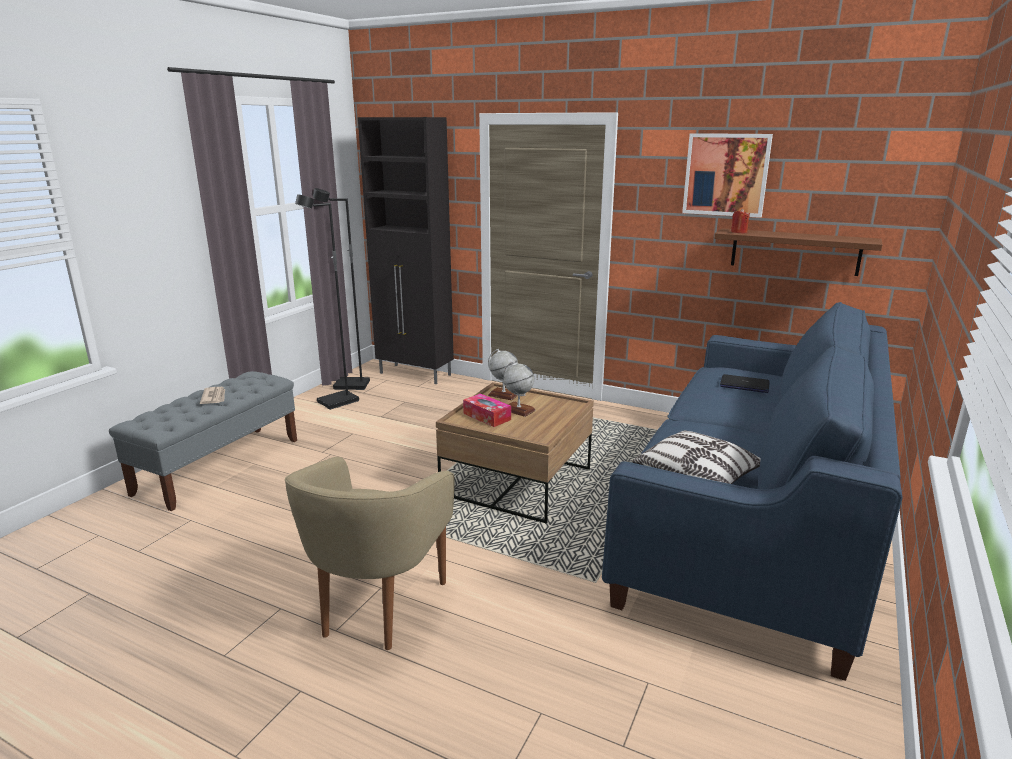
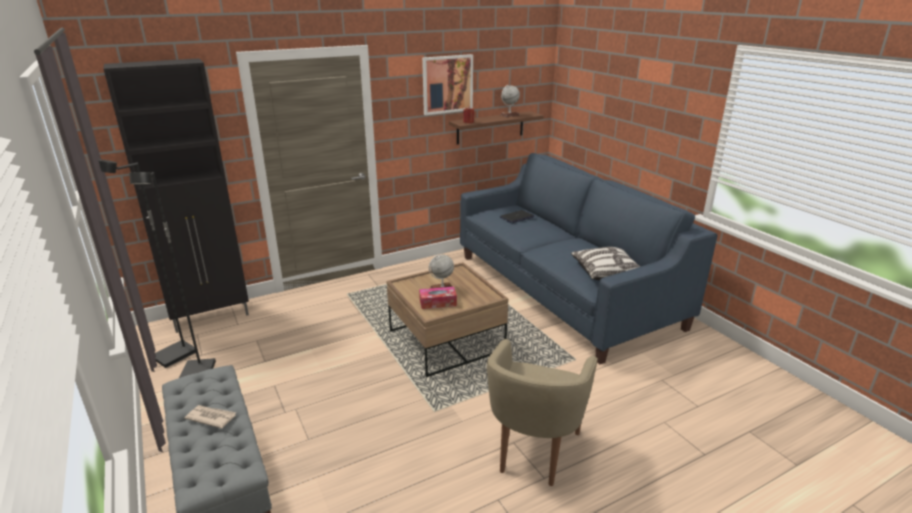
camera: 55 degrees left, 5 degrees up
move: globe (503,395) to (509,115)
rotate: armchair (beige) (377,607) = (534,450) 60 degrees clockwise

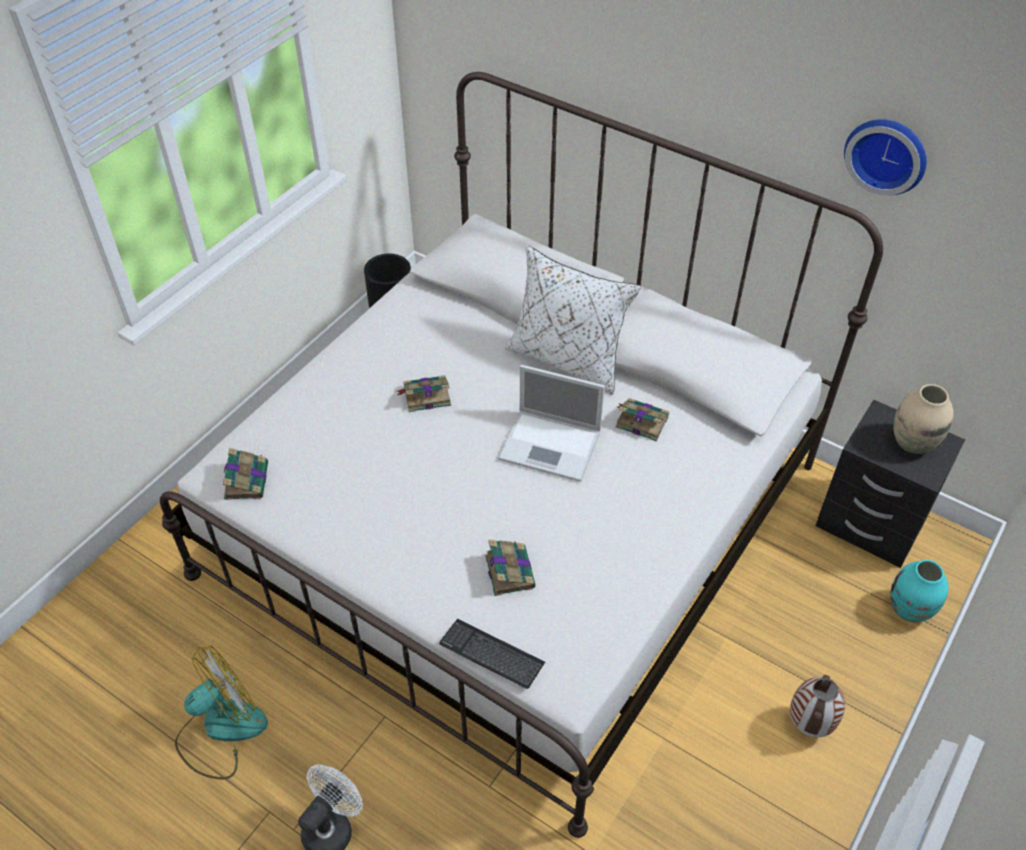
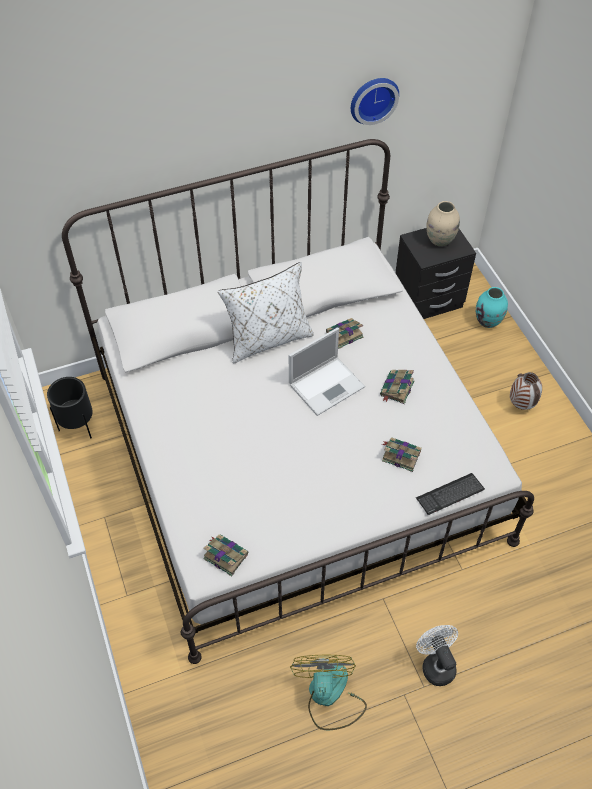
camera: 55 degrees left, 5 degrees up
move: book (425,396) to (396,389)

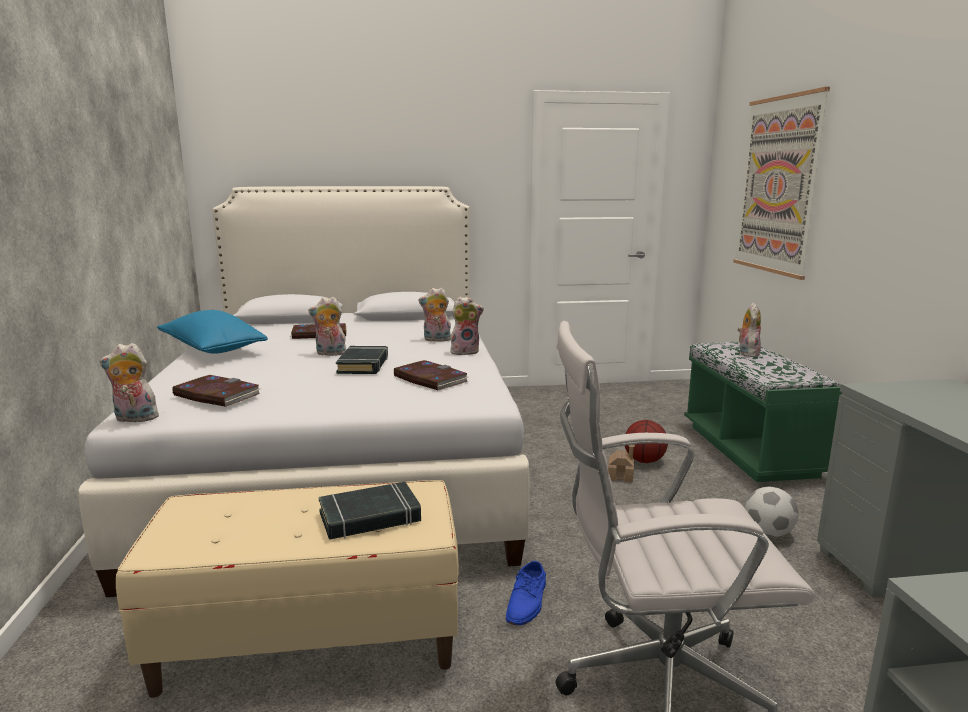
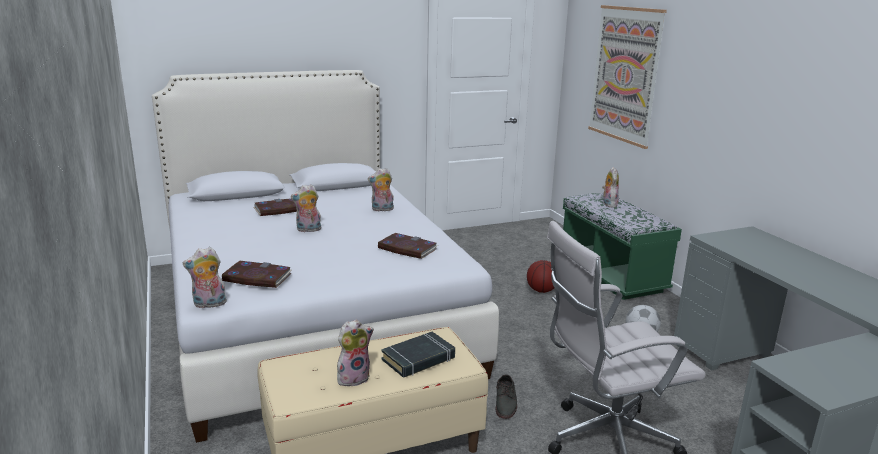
camera: 15 degrees left, 5 degrees up
delete: pillow (blue) (212,350); book (black) (363,365); toy house (620,476)
move: plush toy (465,352) to (354,377)
recolor: shoe (blue) (527,602) to shoe (grey) (506,402)

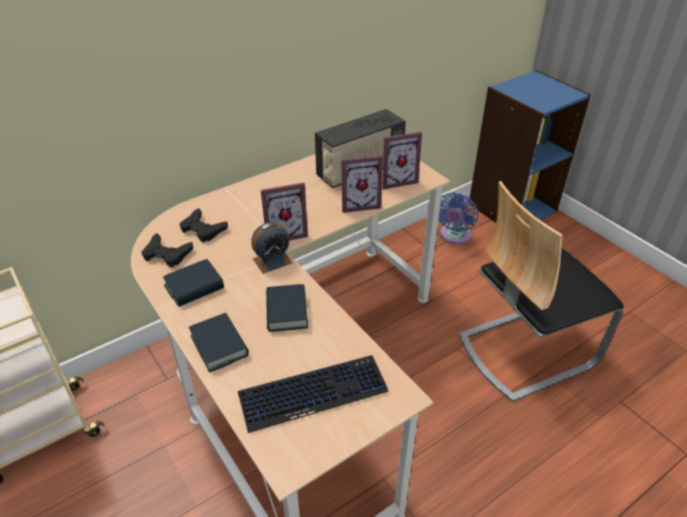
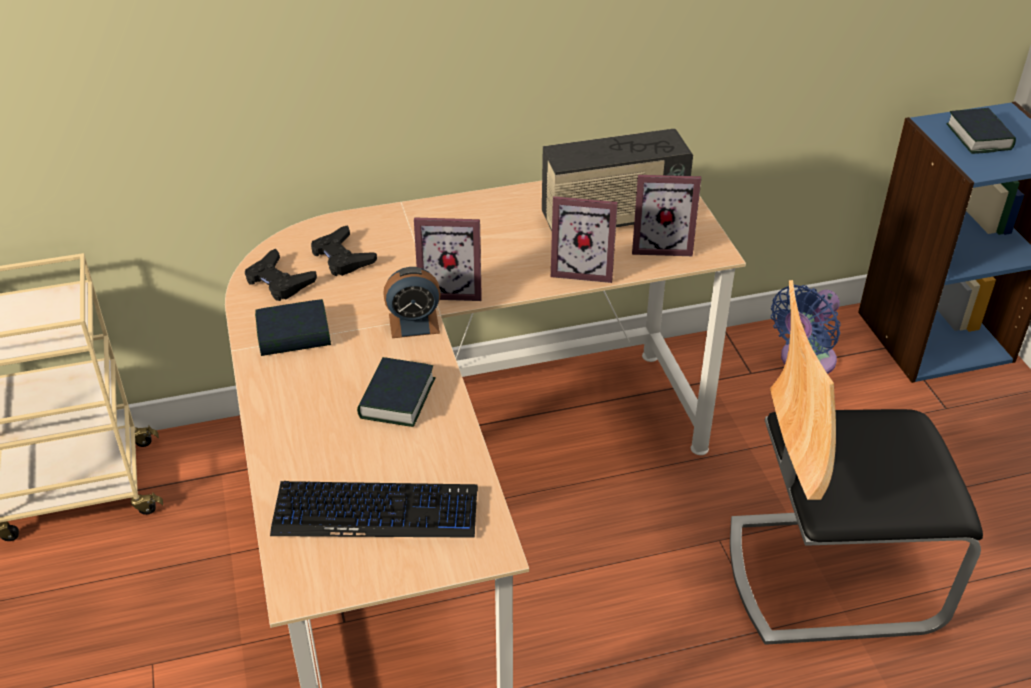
camera: 20 degrees right, 0 degrees up
move: book (219,345) to (979,137)

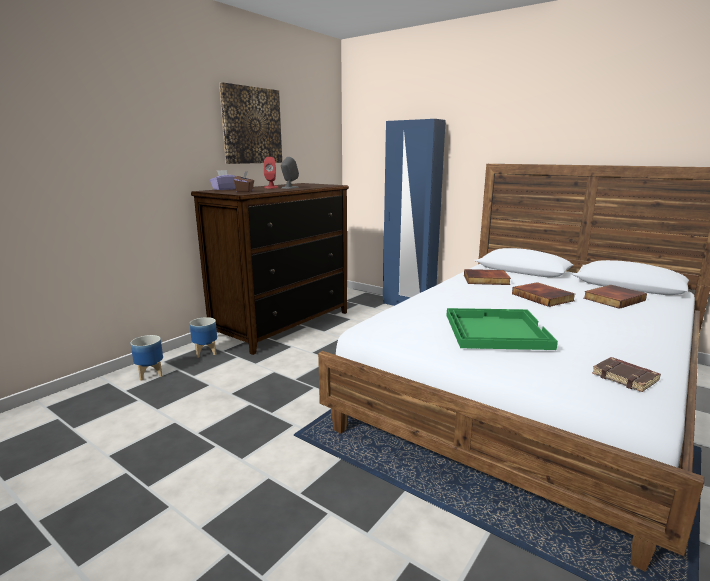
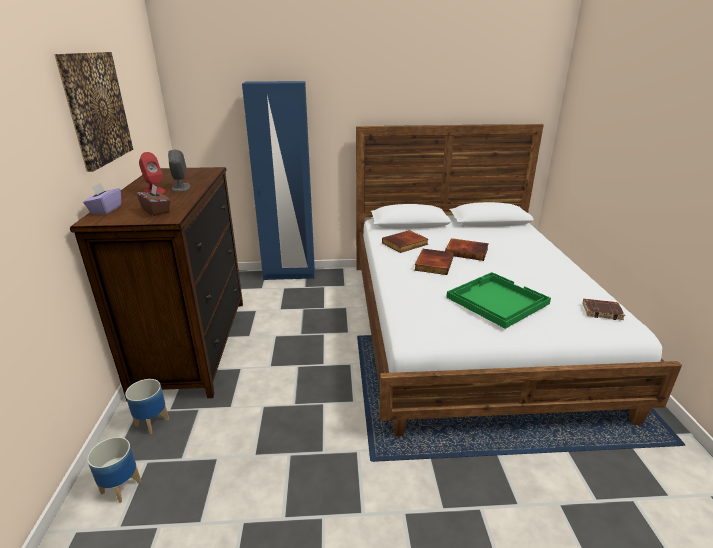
camera: 40 degrees left, 10 degrees up
move: book (613,299) to (433,264)

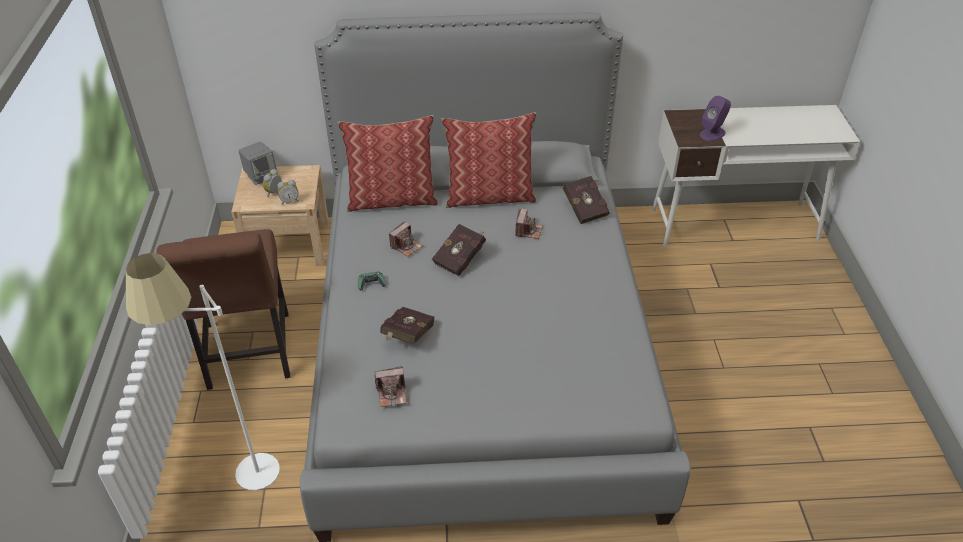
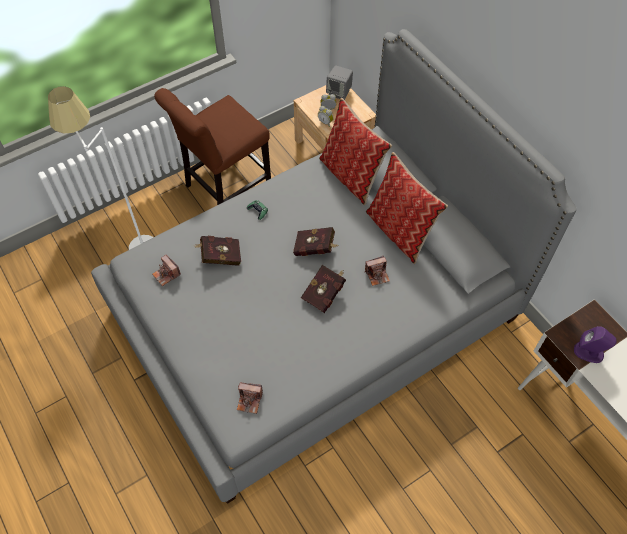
camera: 60 degrees right, 15 degrees up
move: photo camera (406,246) to (249,401); book (red) (584,208) to (325,293)

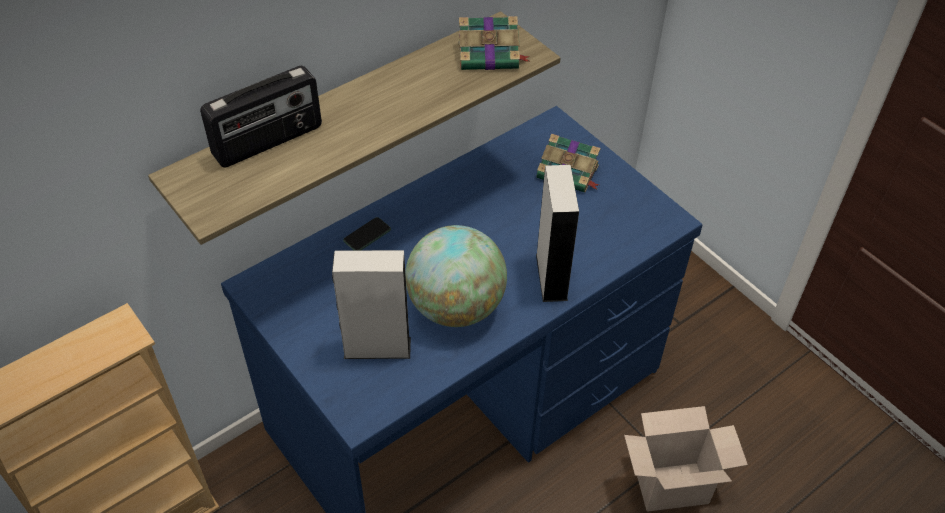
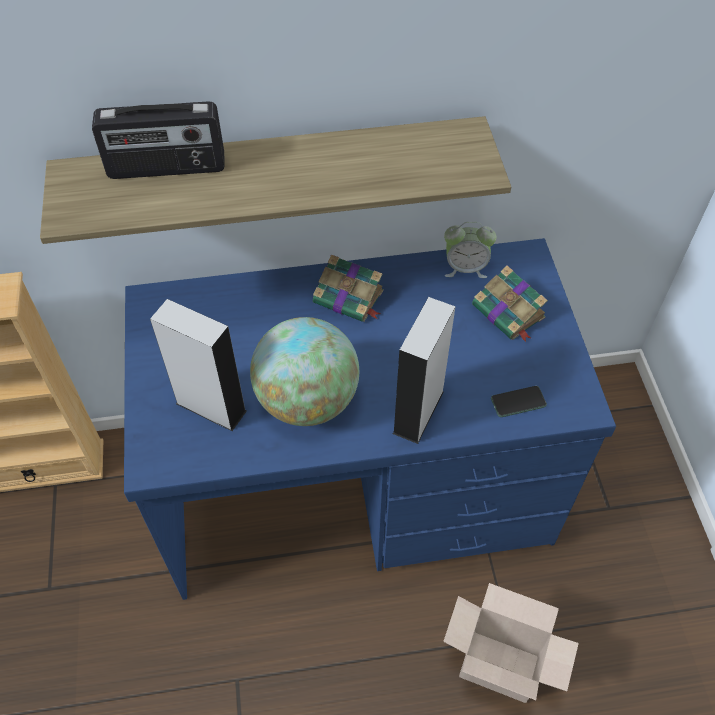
camera: 30 degrees right, 5 degrees up
insert: alarm clock (465,268)
move: phone (367,235) to (518,402); book (490,55) to (350,298)

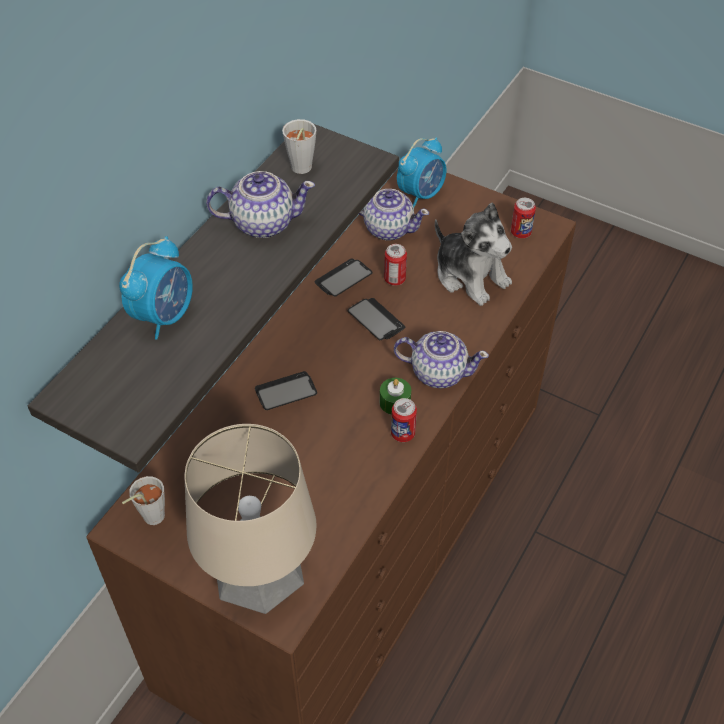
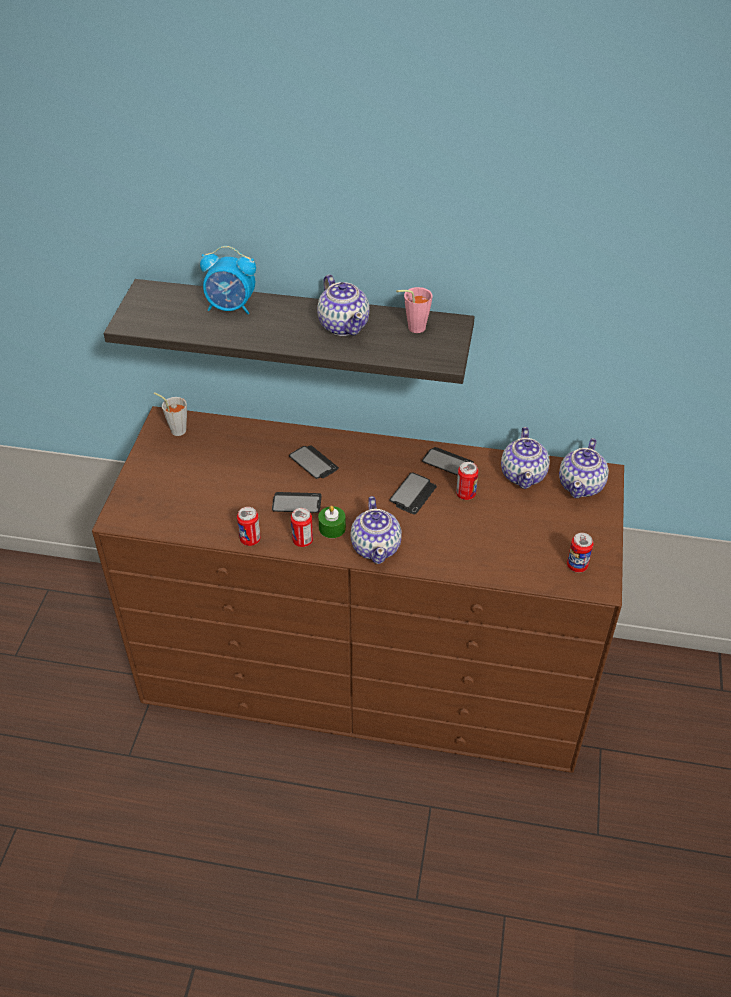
camera: 70 degrees right, 5 degrees down
delete: table lamp (261,588); plush toy (470,275)
insert: can (250,539); phone (297,503)
replace: alarm clock (421,193) to teapot (581,485)
recolor: cup (grey) (300,170) to cup (pink) (412,328)

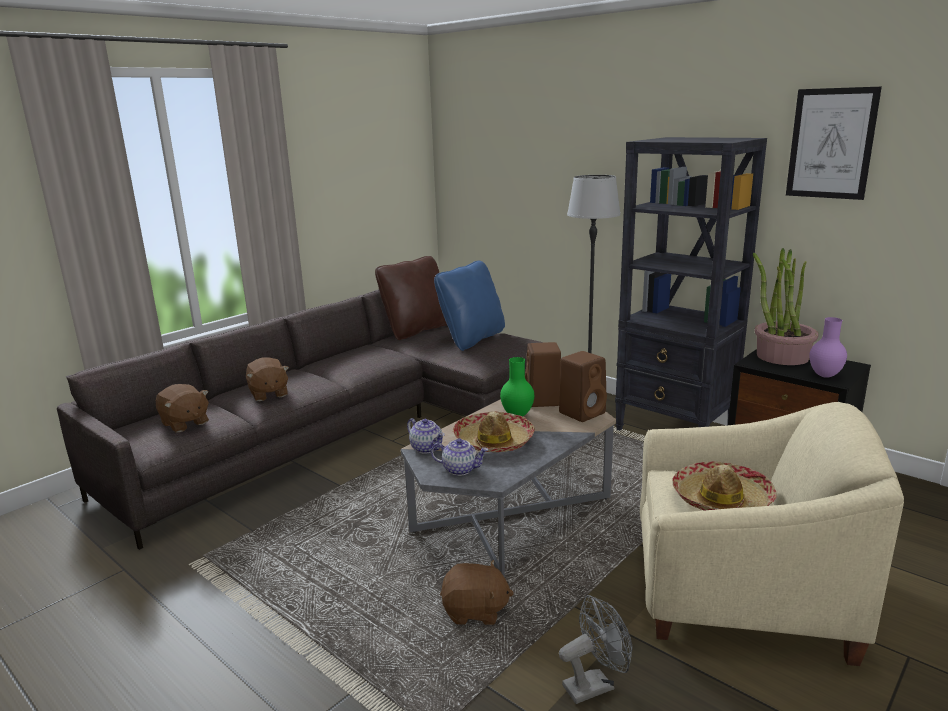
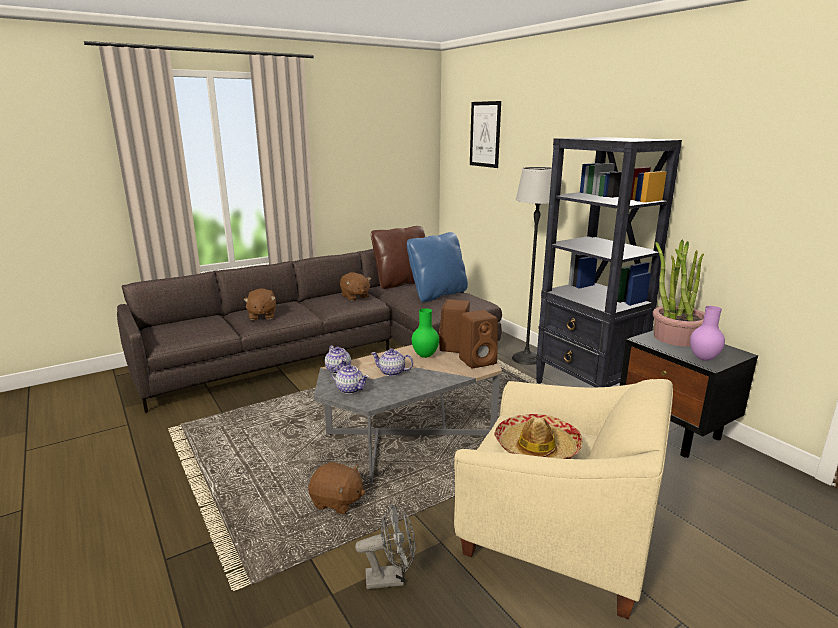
camera: 15 degrees right, 0 degrees up
move: plush toy (brown) (185,423) to (355,297); picture (831,144) to (485,134)
replace: hat (493,441) to teapot (391,372)

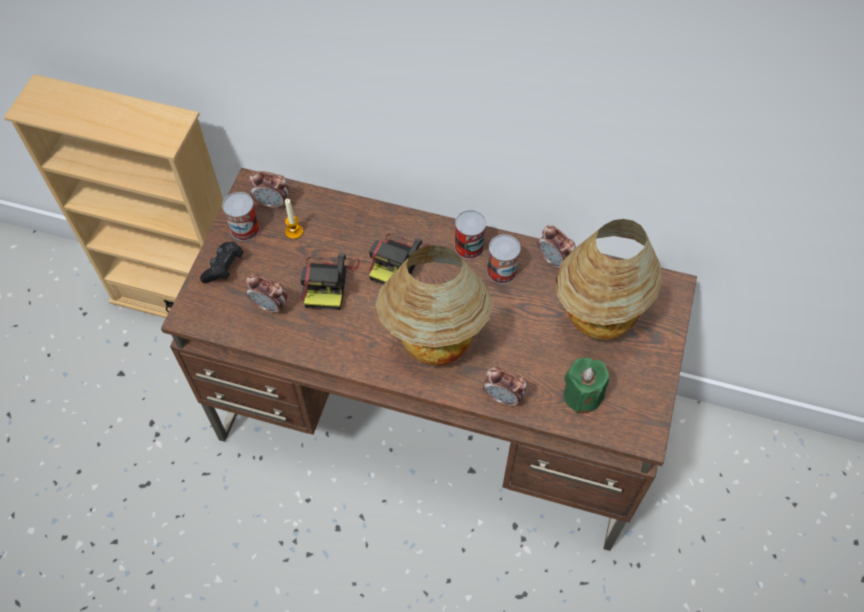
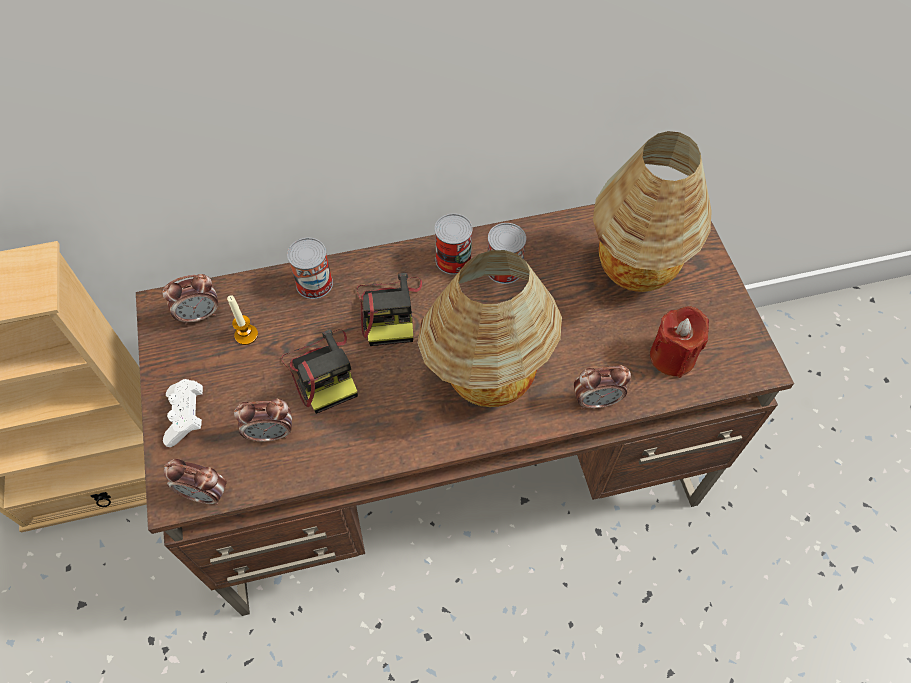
camera: 30 degrees left, 0 degrees up
move: can (244,228) to (314,283); alarm clock (554,261) to (205,493)
recolor: game controller (black) (224,268) to game controller (white) (186,417); candle (green) (582,395) to candle (red) (672,356)

